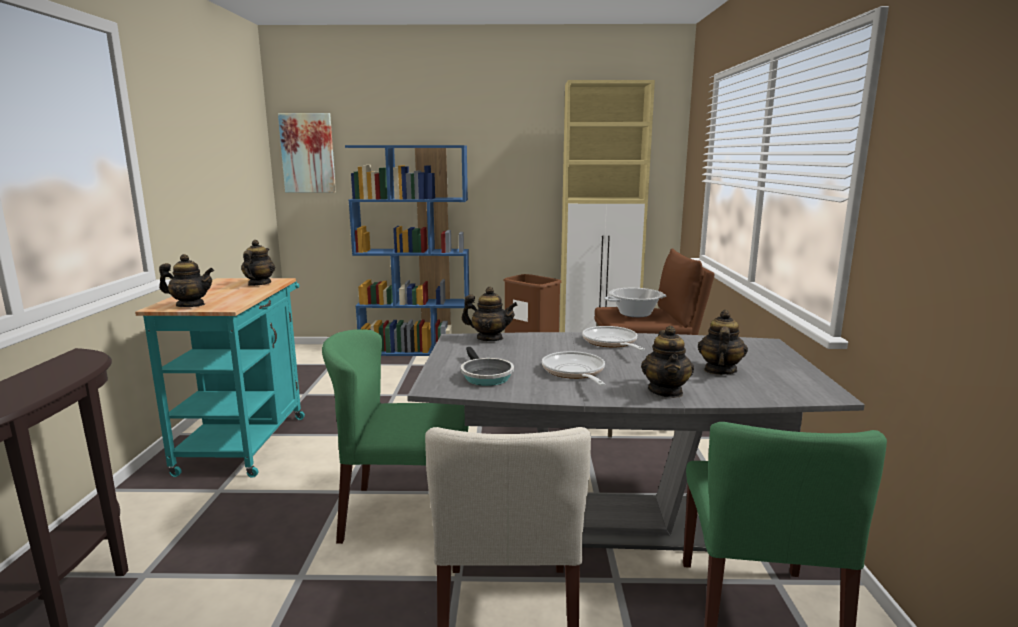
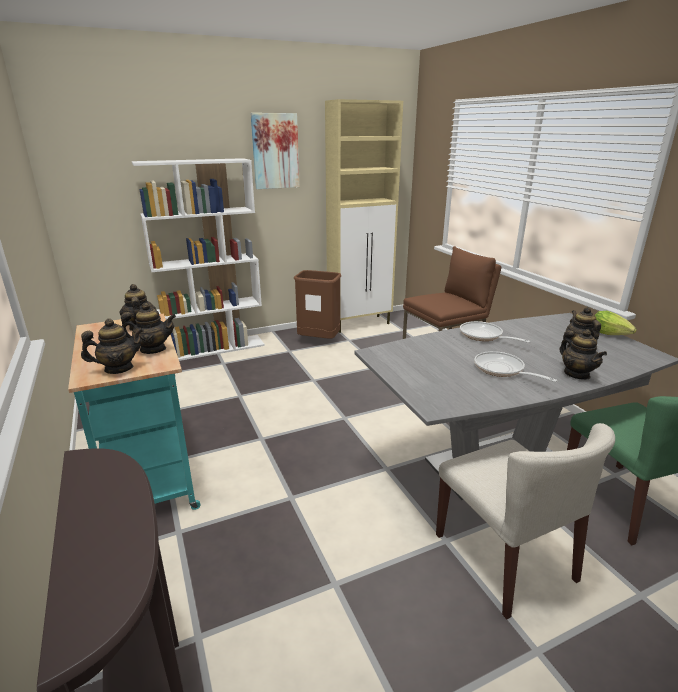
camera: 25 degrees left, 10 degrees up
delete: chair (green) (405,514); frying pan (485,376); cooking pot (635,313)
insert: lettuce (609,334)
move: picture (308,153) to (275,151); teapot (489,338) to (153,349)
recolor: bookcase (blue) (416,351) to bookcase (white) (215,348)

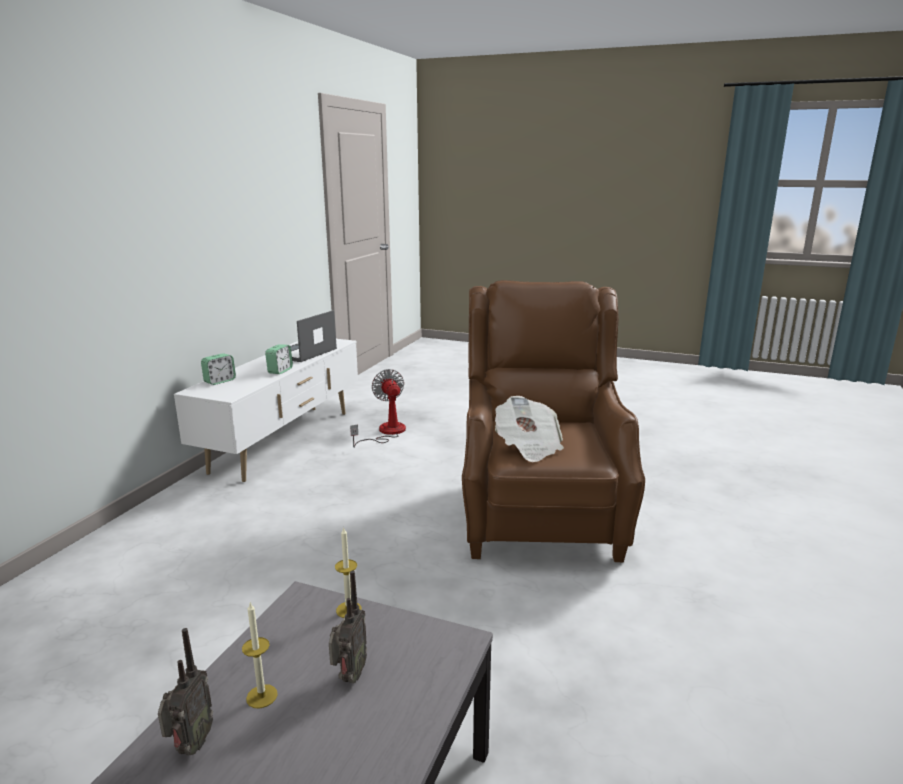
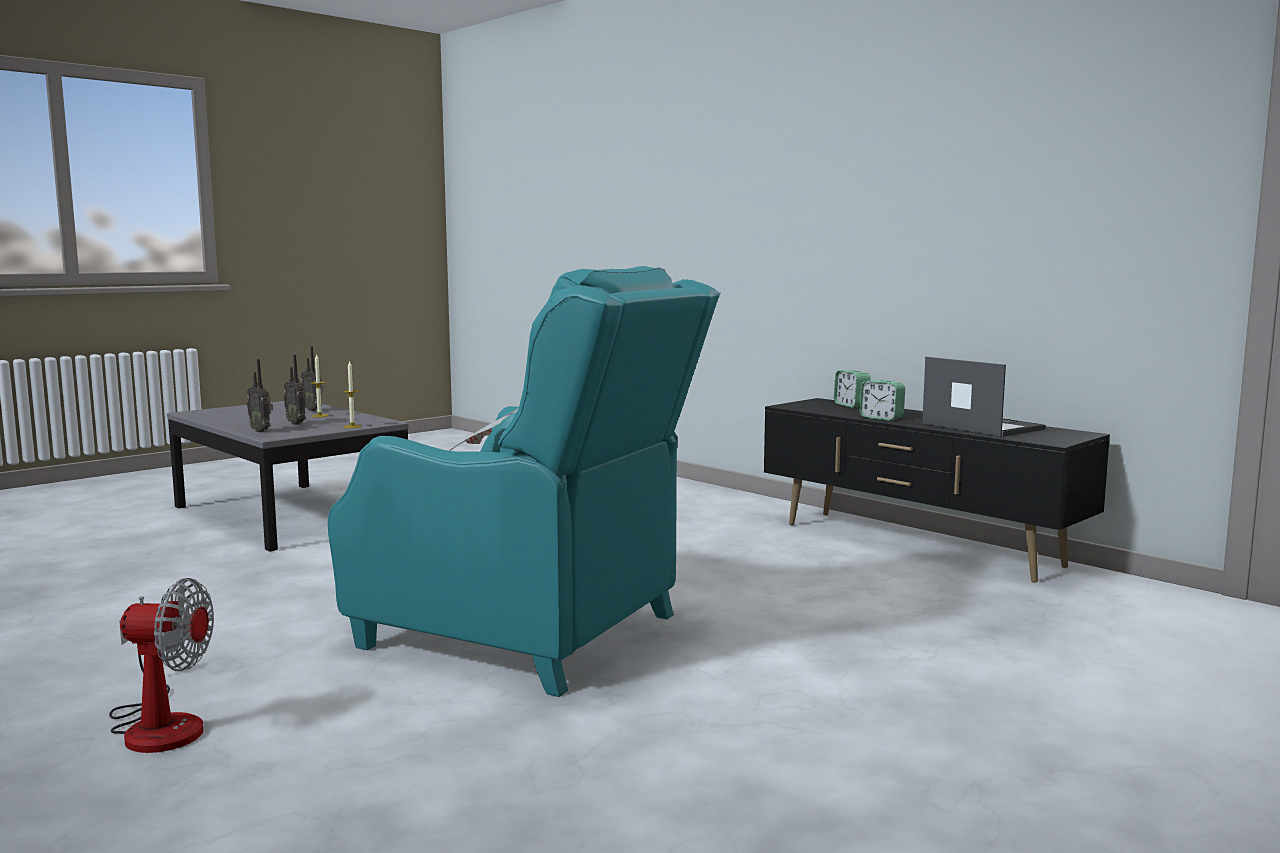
camera: 115 degrees right, 10 degrees down
insert: radio (261,431)
move: fan (386,432) to (159,724)
recolor: tv stand (white) (285,441) to tv stand (black) (917,545); armchair (brown) (539,515) to armchair (turquoise) (529,633)

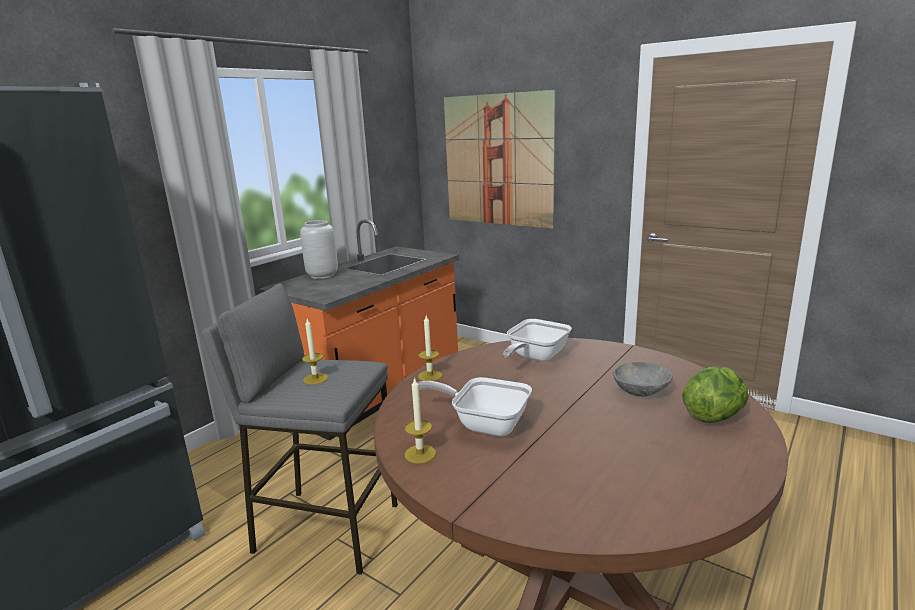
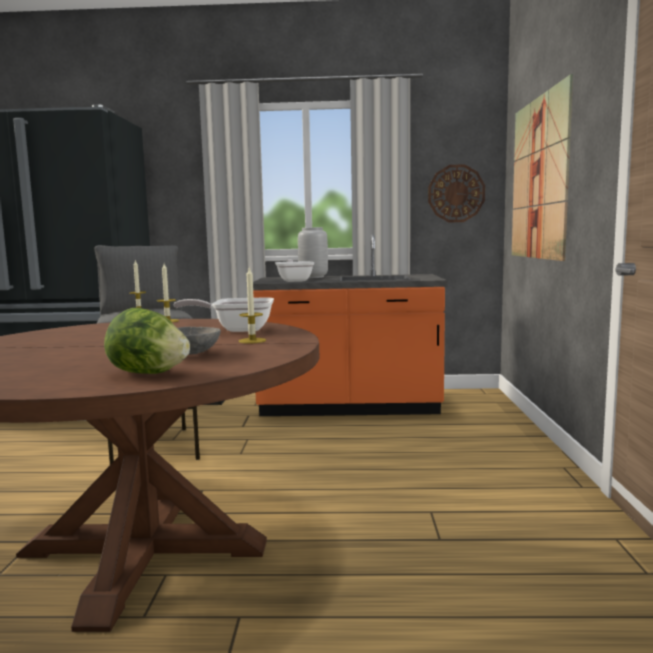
camera: 55 degrees right, 10 degrees down
insert: wall clock (456,193)
move: candle (420,454) to (252,341); frying pan (484,424) to (294,280)

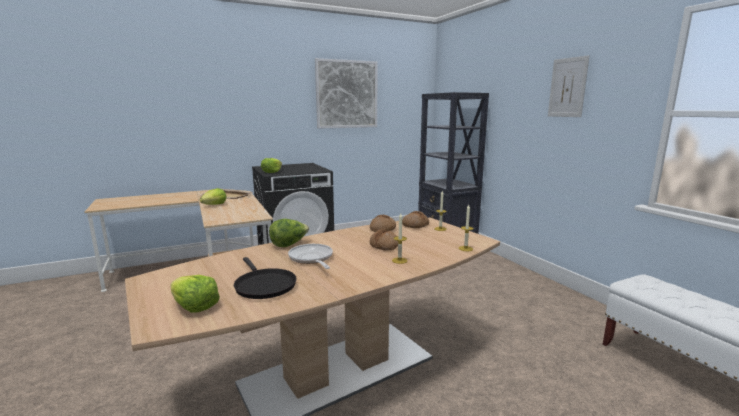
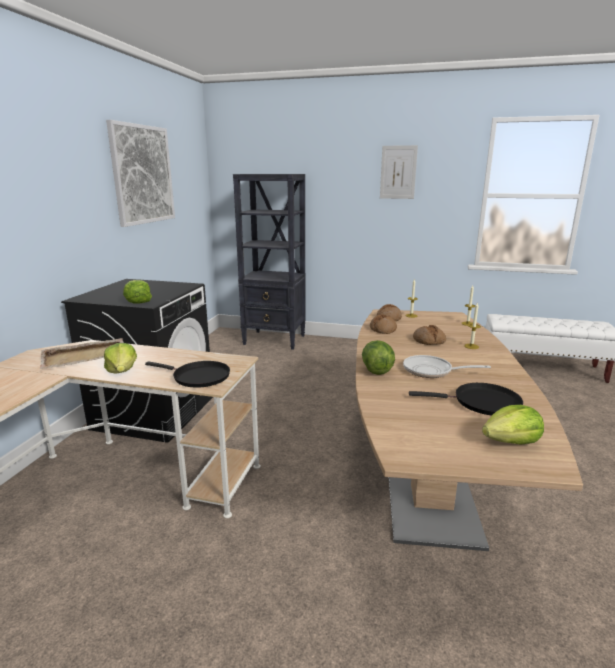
camera: 50 degrees left, 5 degrees up
insert: frying pan (black) (198,377)

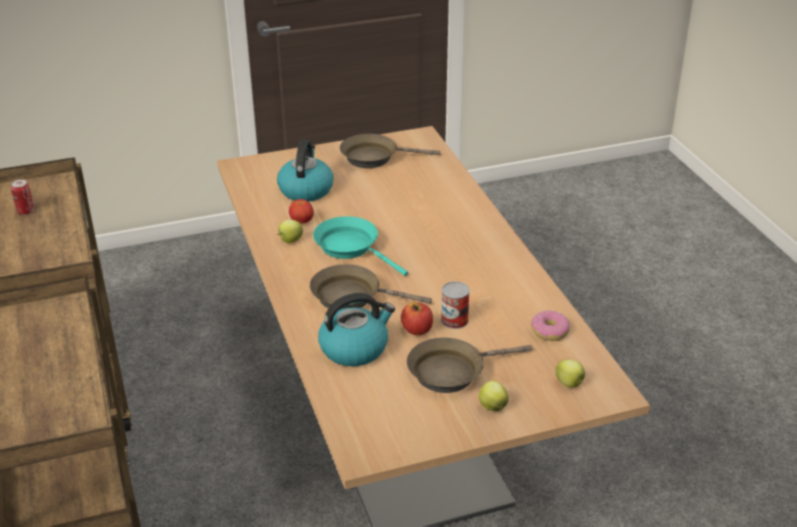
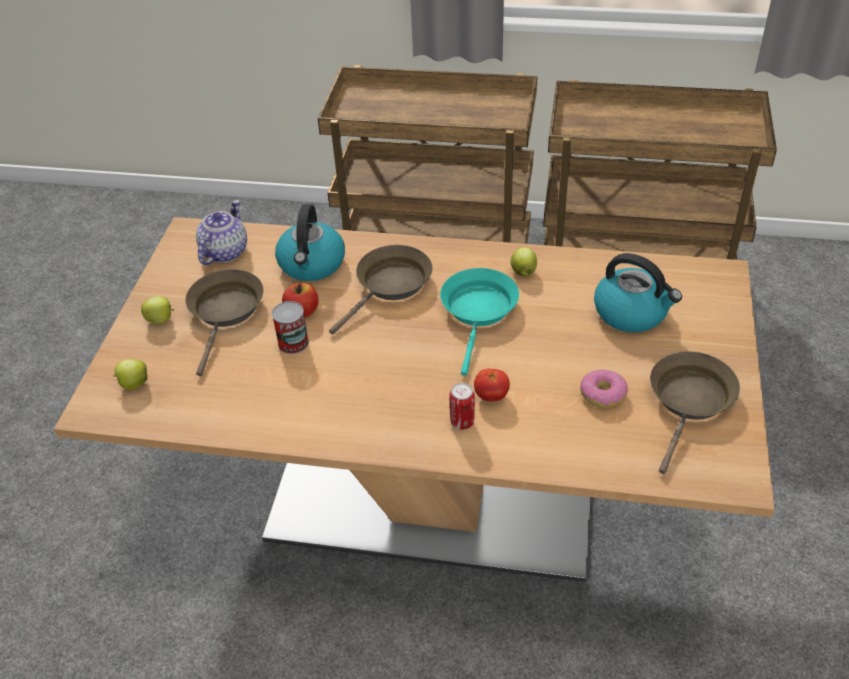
camera: 120 degrees right, 10 degrees up
insert: teapot (224,251)
move: can (25,211) to (462,422); tomato (301,221) to (491,396); donut (549,331) to (603,394)
rotate: frying pan (turquoise) (351,247) = (479,312) 60 degrees counterclockwise

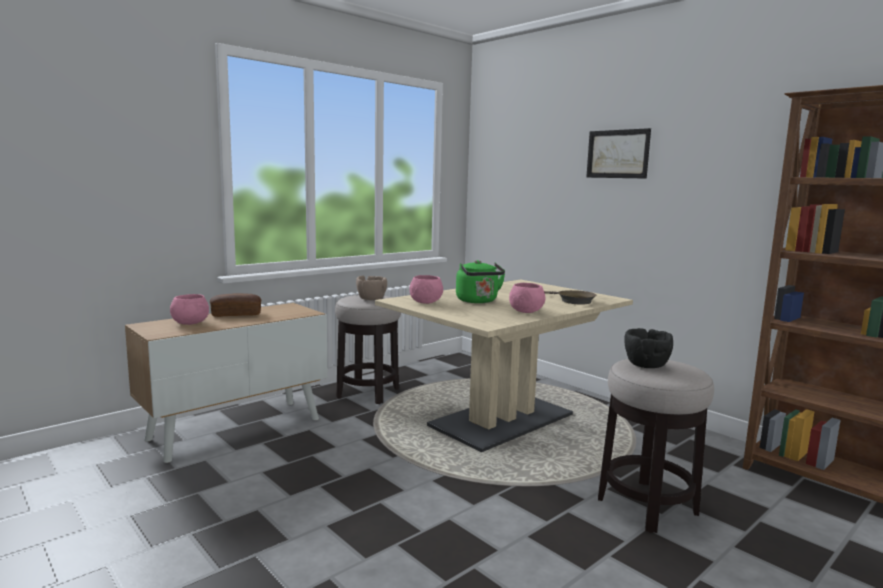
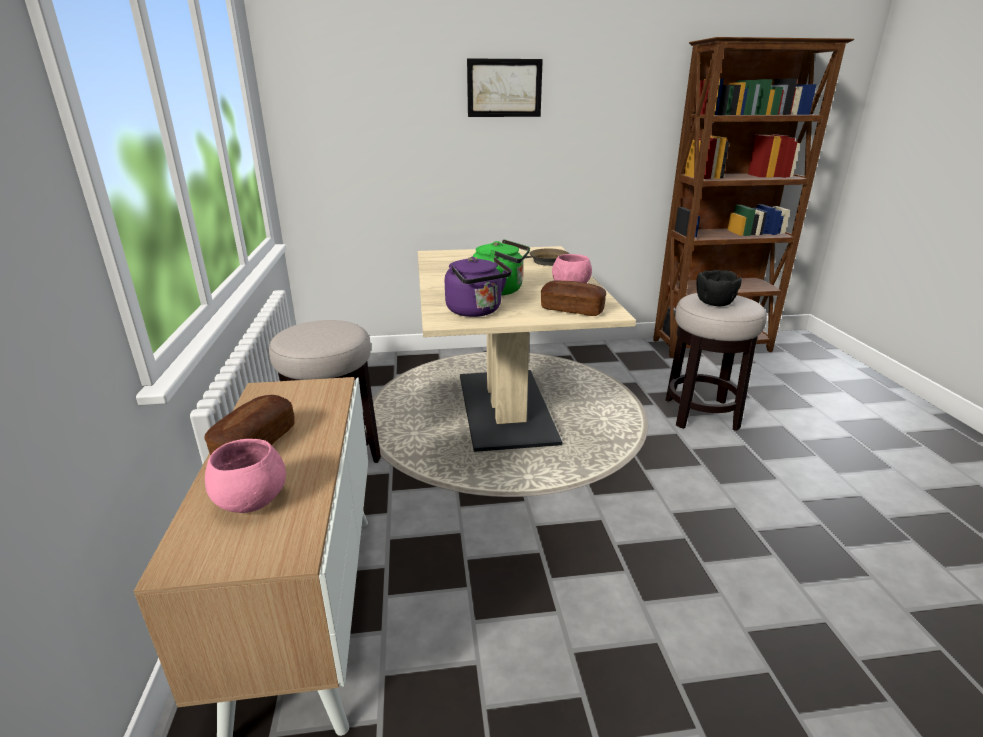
camera: 55 degrees left, 15 degrees up
delete: bowl (brown) (371,299)
insert: bread (572,310)
replace: bowl (pink) (425,302) to kettle (purple) (476,311)

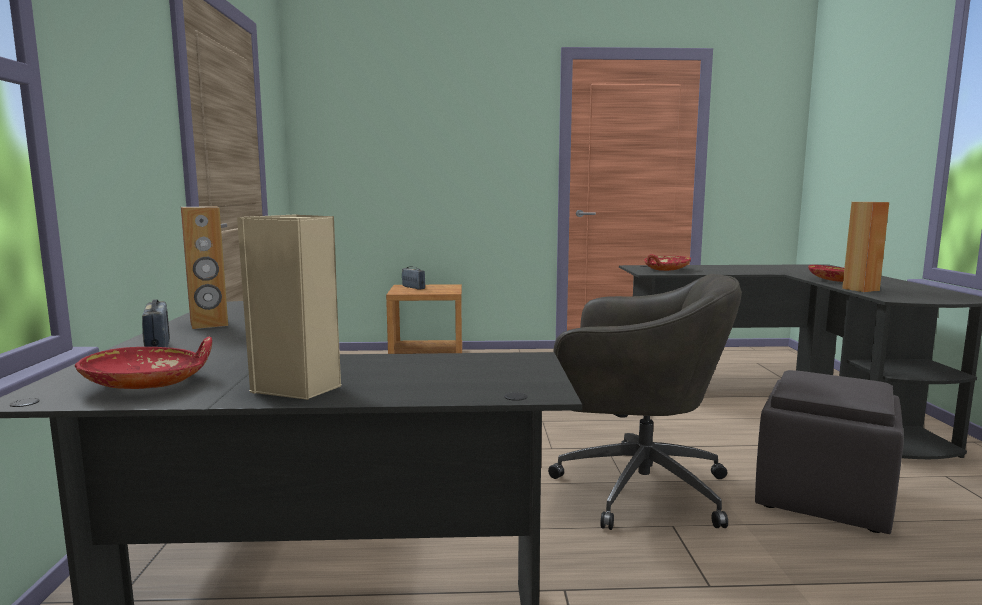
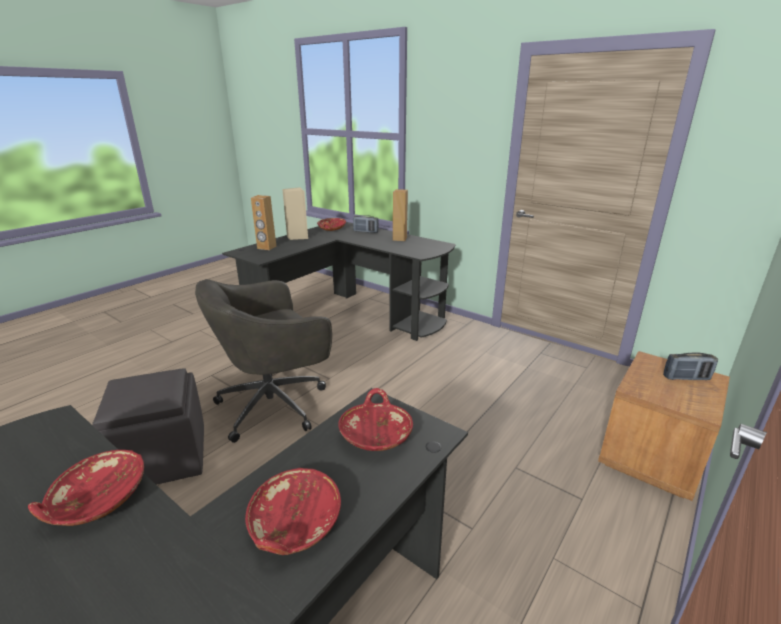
camera: 130 degrees right, 15 degrees up
insert: bowl (red) (294,523)
move: speaker (brown) (861,289) to (266,247)

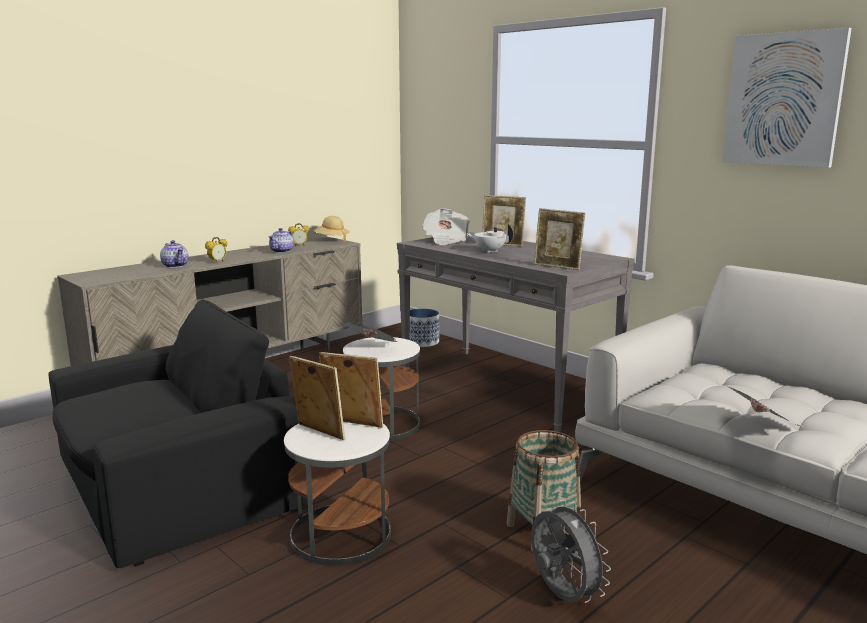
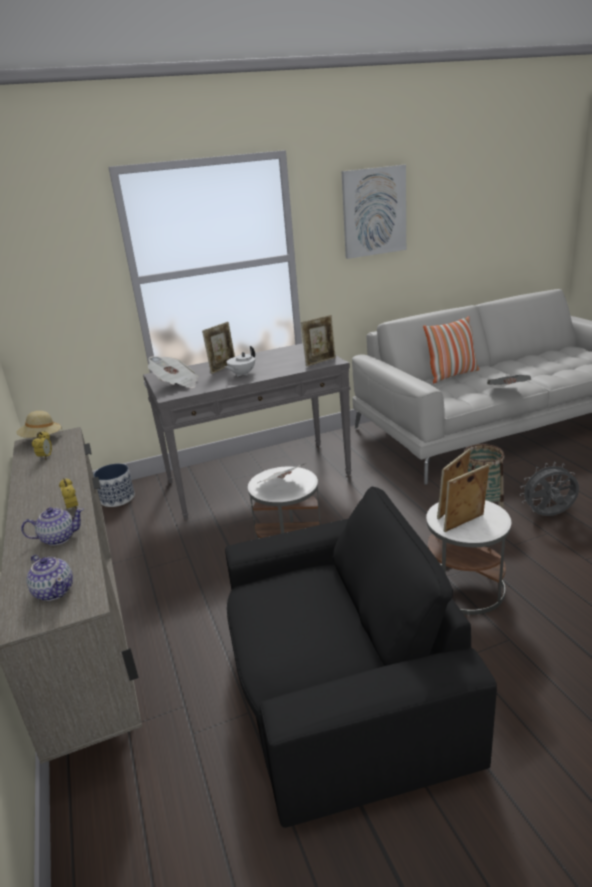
camera: 65 degrees left, 10 degrees up
insert: pillow (451,375)
move: teapot (282,251) to (54,591)
rotate: armchair (black) (176,483) = (340,684) 90 degrees clockwise

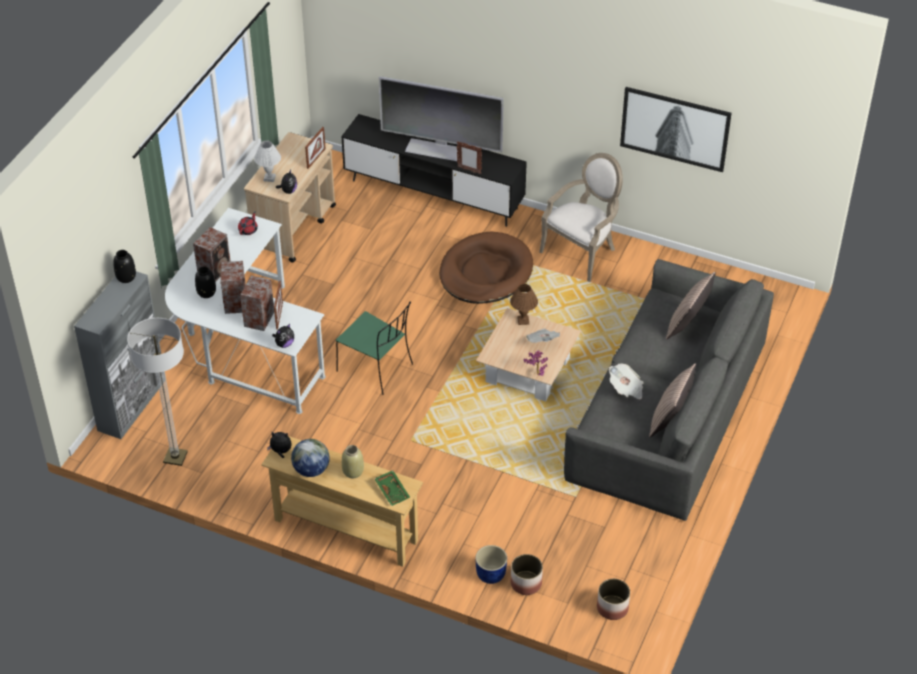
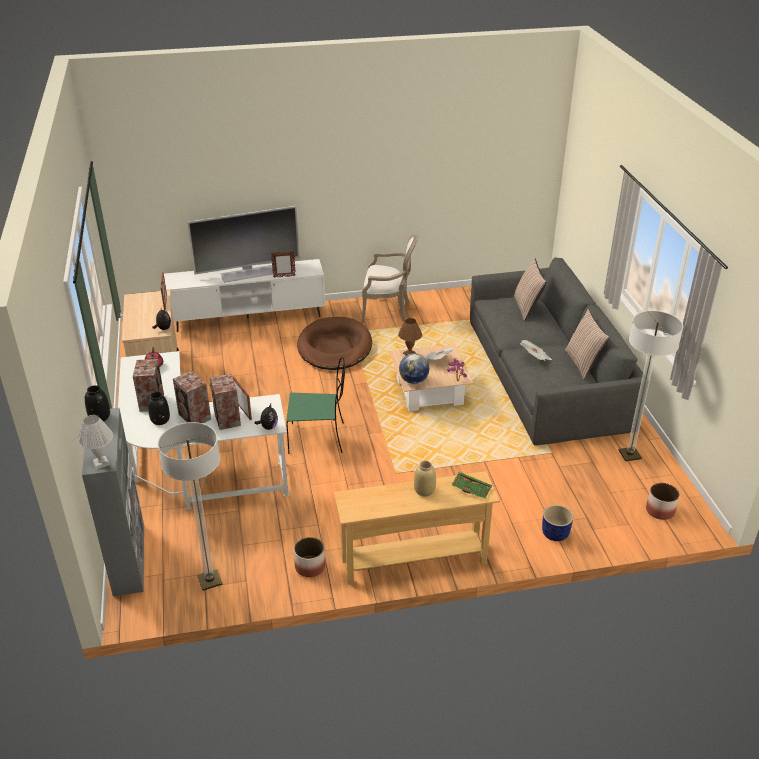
camera: 35 degrees left, 10 degrees down
delete: plush toy (281,451); picture (675,128)
insert: floor lamp (629,455)
move: table lamp (white) (269,177) to (101,463); globe (311,470) to (413,381); planter (526,583) to (310,566)
recolor: tv stand (black) (433,195) to tv stand (white) (248,318)
rotate: armchair (583,252) = (388,311) 90 degrees clockwise

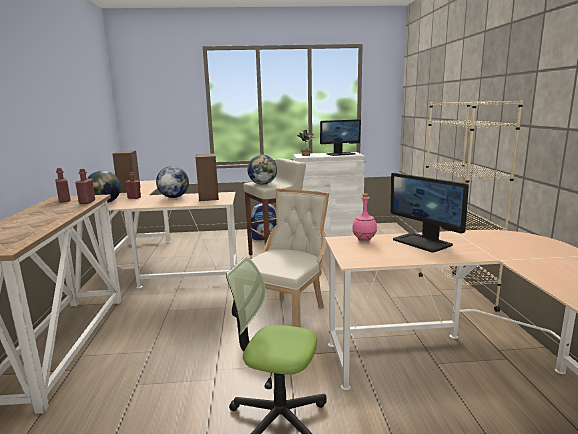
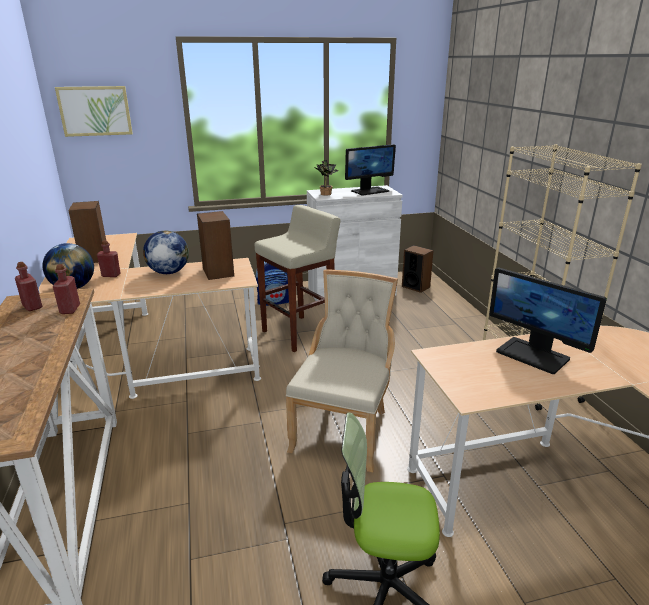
camera: 10 degrees left, 10 degrees up
delete: globe (263,184); bottle (pink) (363,240)
insert: picture (95,111); speaker (415,287)

